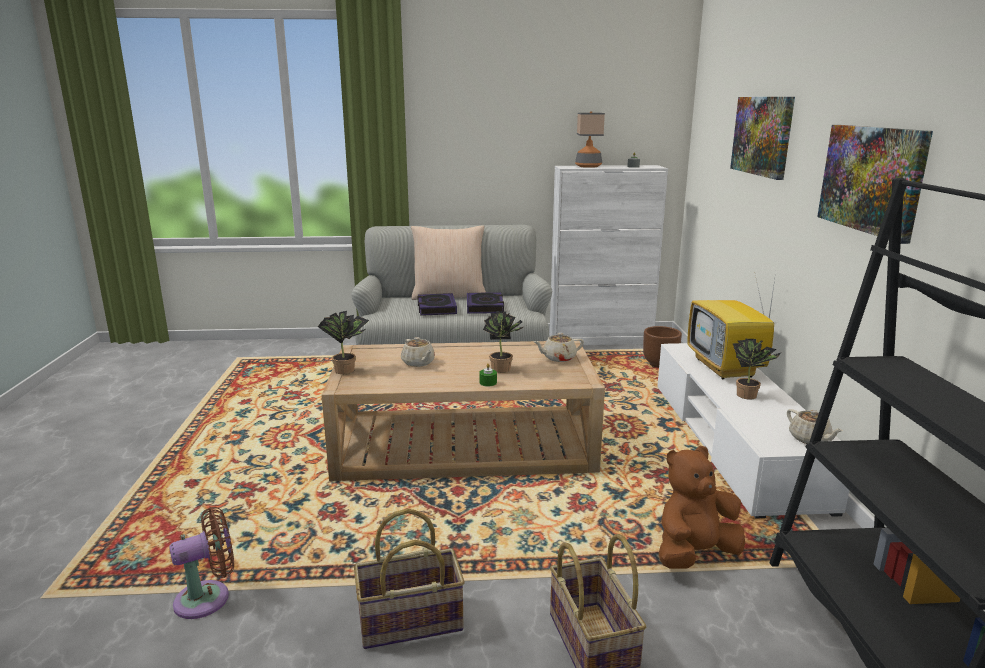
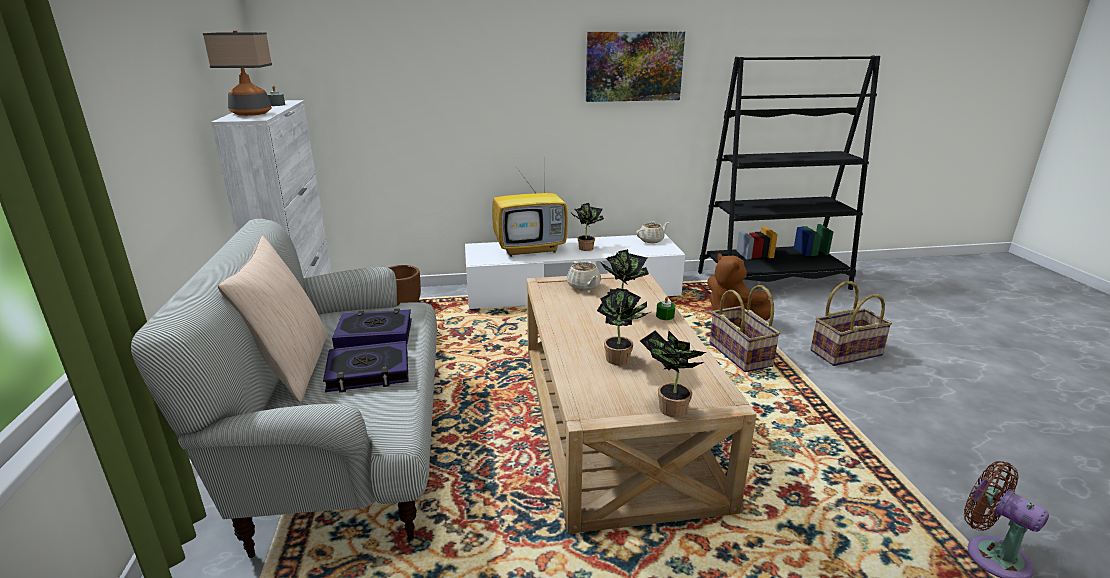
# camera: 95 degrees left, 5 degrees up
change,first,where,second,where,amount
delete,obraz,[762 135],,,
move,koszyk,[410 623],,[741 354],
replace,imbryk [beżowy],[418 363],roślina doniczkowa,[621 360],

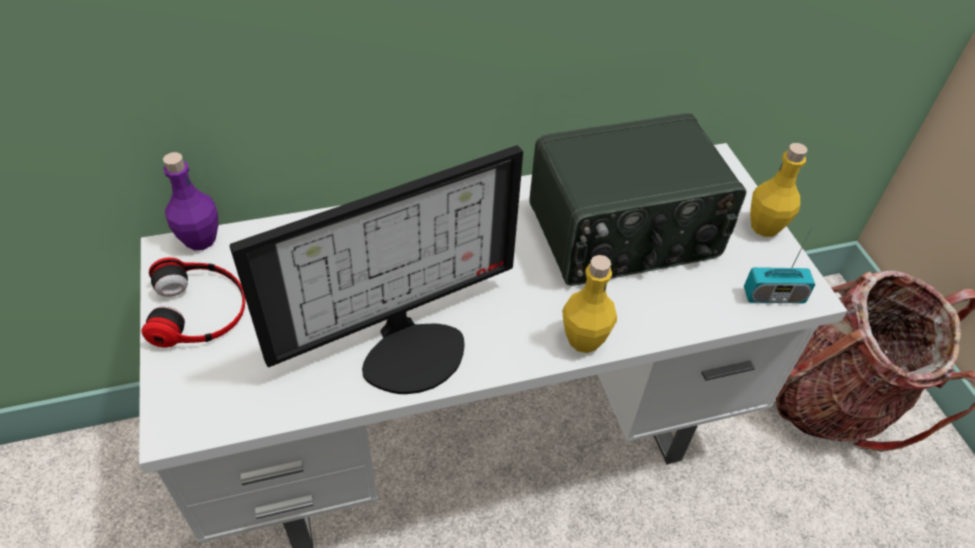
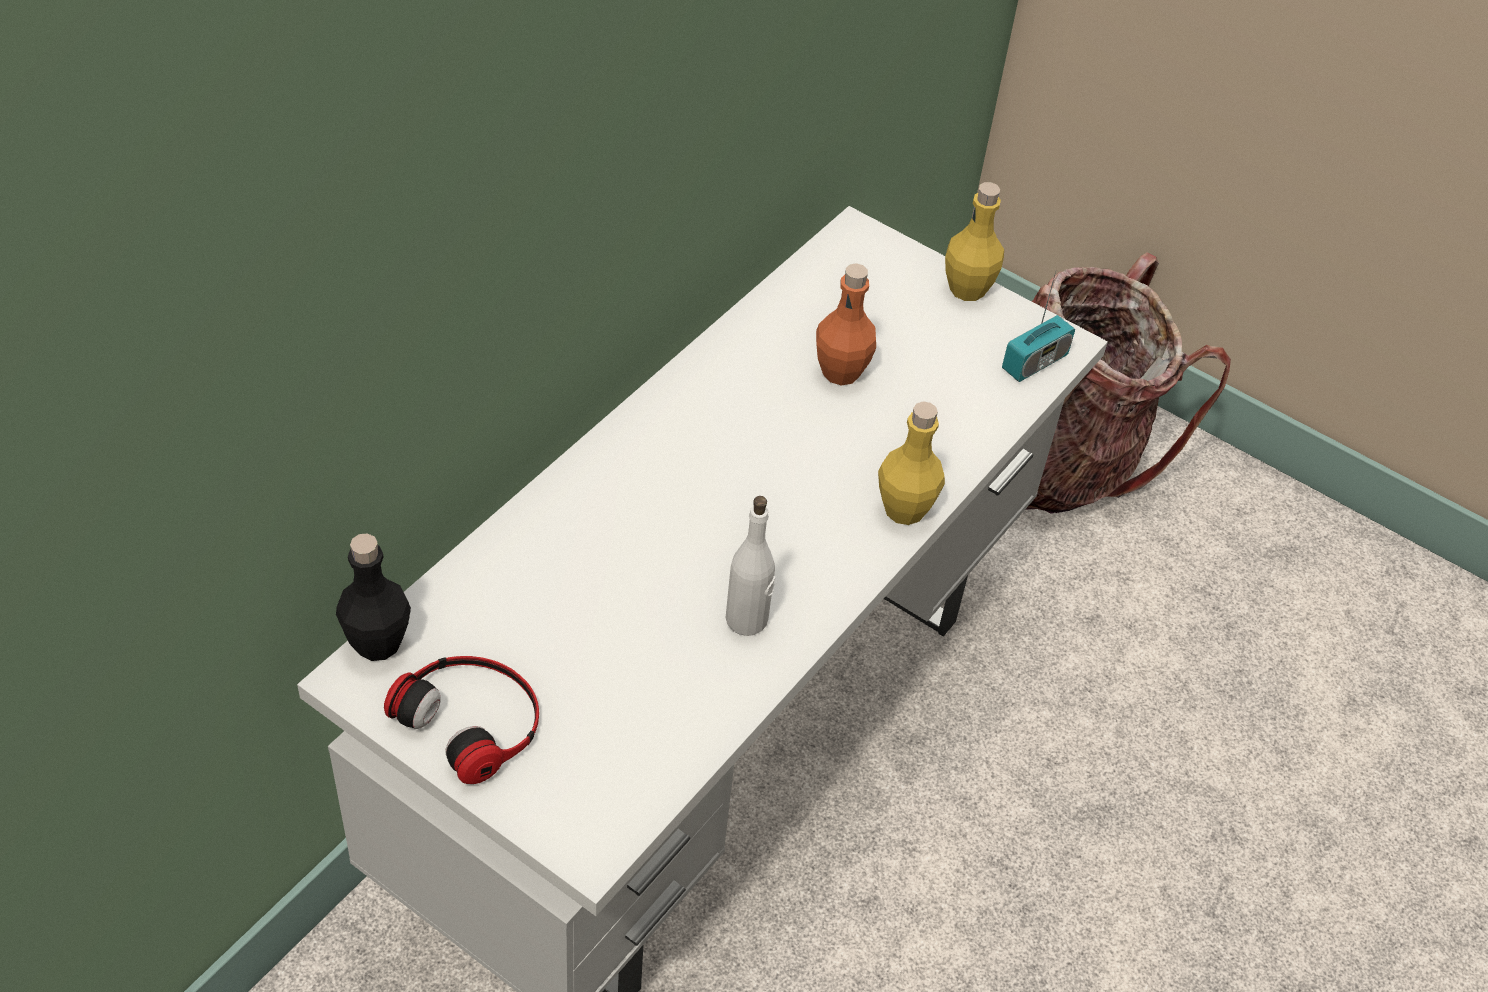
# camera: 40 degrees left, 0 degrees up
change,first,where,second,where,amount
replace,monitor,[411 348],butelka [biały],[747 619],
replace,radio,[624 234],butelka [pomarańczowy],[841 372],
recolor,butelka [fioletowy],[200 239],butelka [czarny],[378 643],

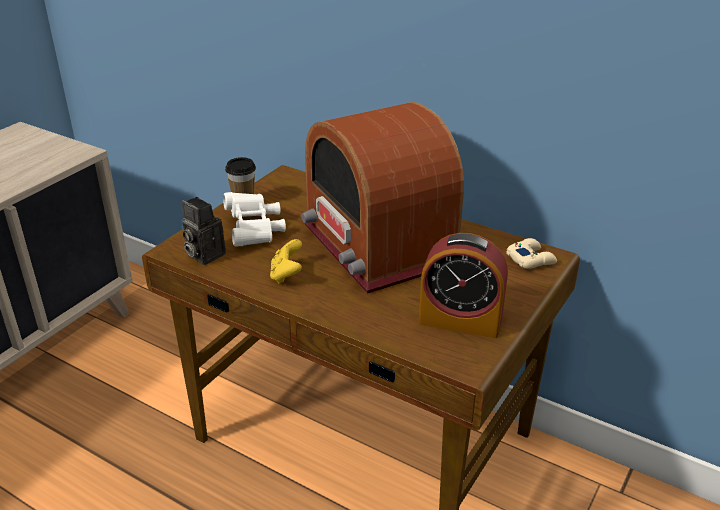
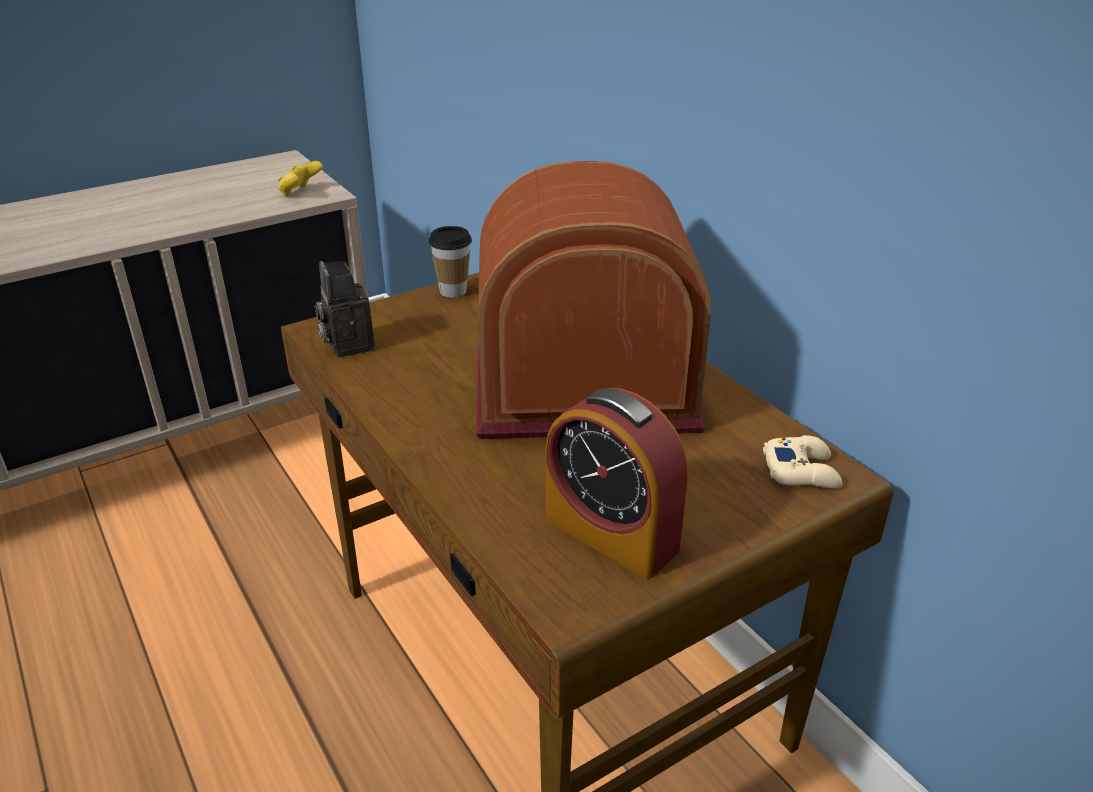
# camera: 25 degrees right, 0 degrees up
change,first,where,second,where,amount
delete,lornetka [biały],[255 230],,,
move,pad do gier [żółty],[286 275],,[300 193],
rotate,radio,[378 244],,[583 388],90 degrees clockwise

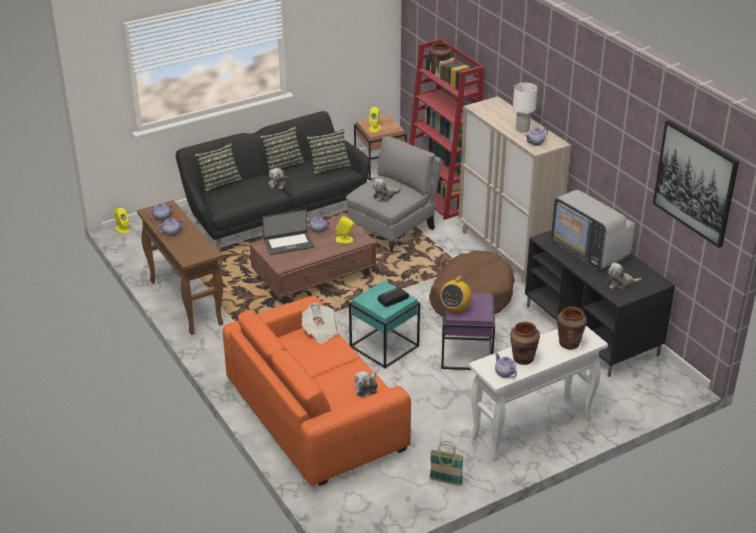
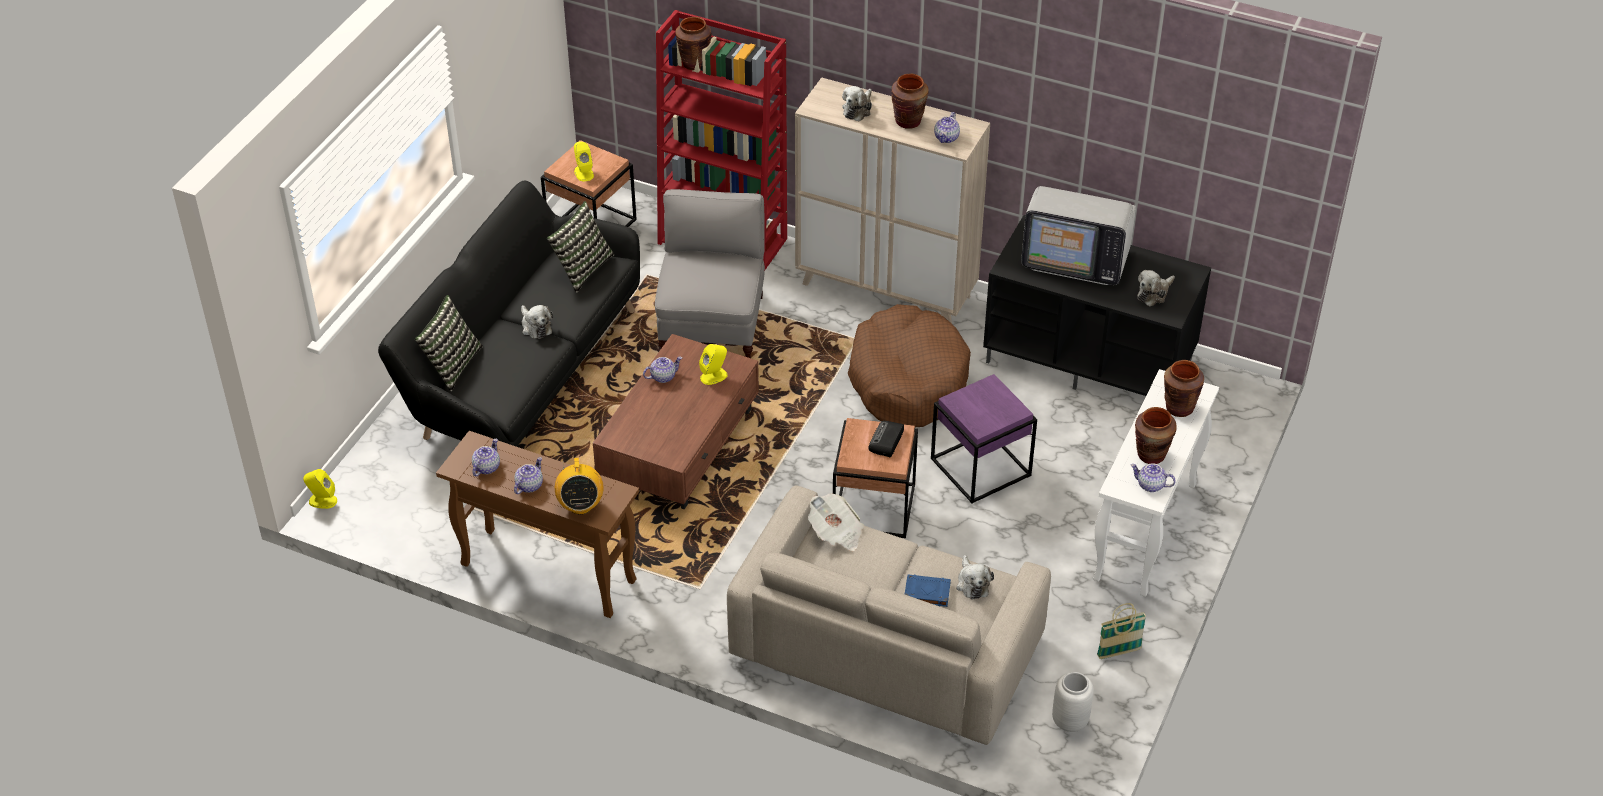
# camera: 35 degrees left, 10 degrees up
change,first,where,second,where,amount
delete,poduszka,[283 165],,,
delete,laptop,[288 243],,,
delete,obraz,[695 182],,,
insert,,,książka [niebieski],[926 593],
insert,,,wazon [szary],[1069 721],
move,pluszak,[384 196],,[858 109],
move,radio,[455 308],,[580 505],
replace,lampa stołowa [biały],[522 129],wazon [brązowy],[908 121],
recolor,kanapa [pomarańczowy],[315 415],kanapa [beżowy],[886 648],
recolor,stolik [turkusowy],[384 347],stolik [brązowy],[874 508],

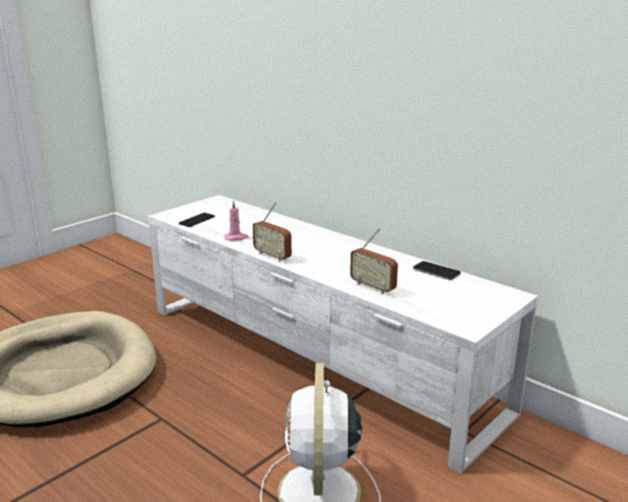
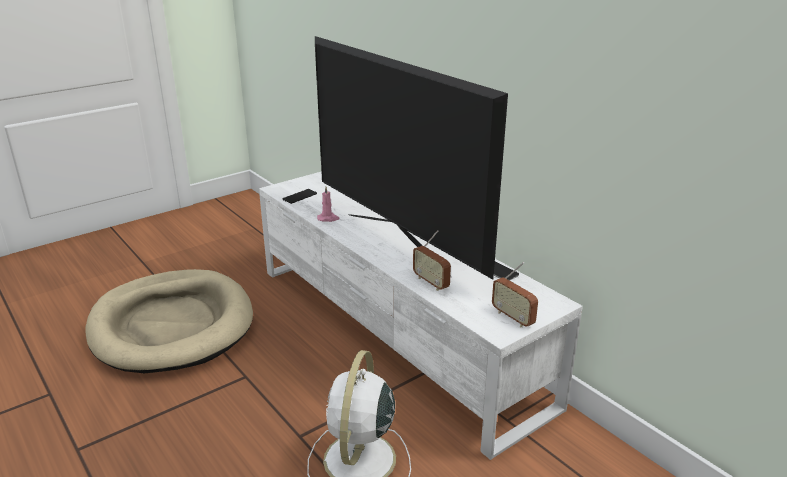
# camera: 10 degrees right, 5 degrees up
change,first,where,second,where,amount
insert,,,telewizor,[397 242],
move,radio,[272 256],,[513 317],

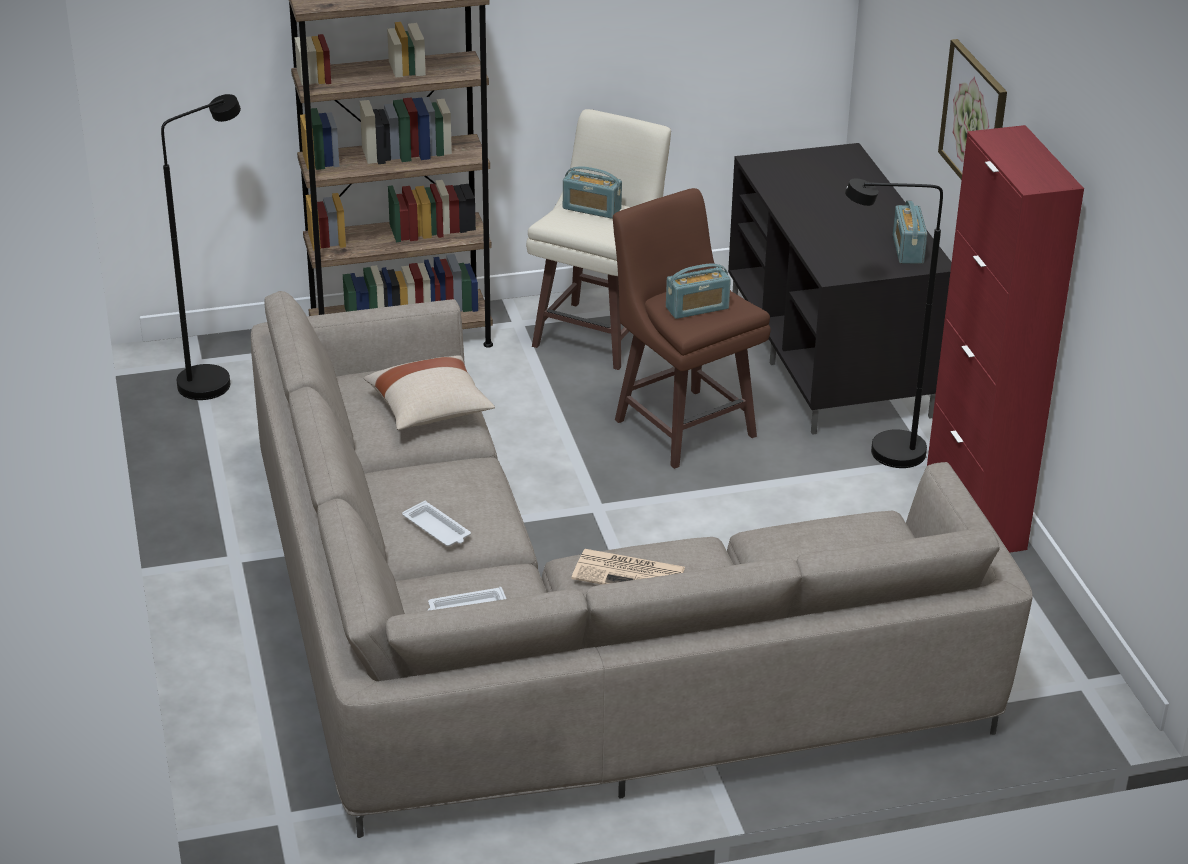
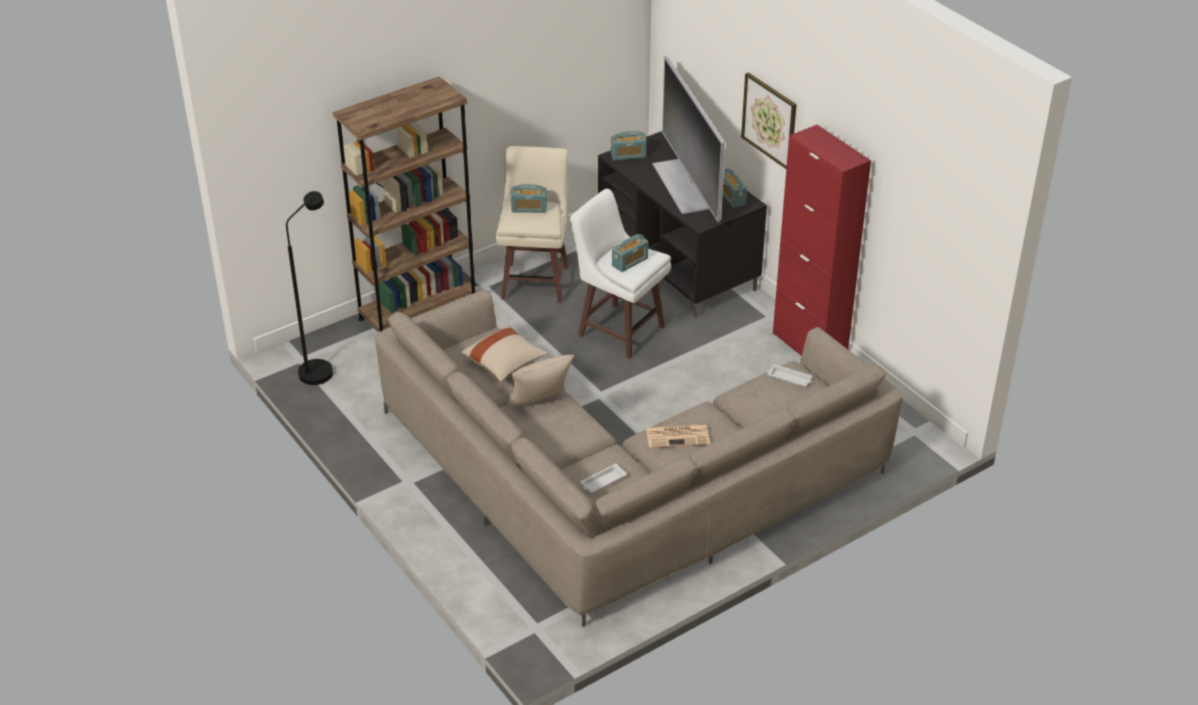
# camera: 20 degrees left, 5 degrees up
change,first,where,second,where,amount
delete,lampa stojąca [czarny],[882 453],,,
insert,,,poduszka [beżowy],[540 405],
insert,,,radio,[628 155],
insert,,,telewizor,[682 186],
move,taca [biały],[437 529],,[790 378],
recolor,stołek [brązowy],[683 426],stołek [biały],[619 330],

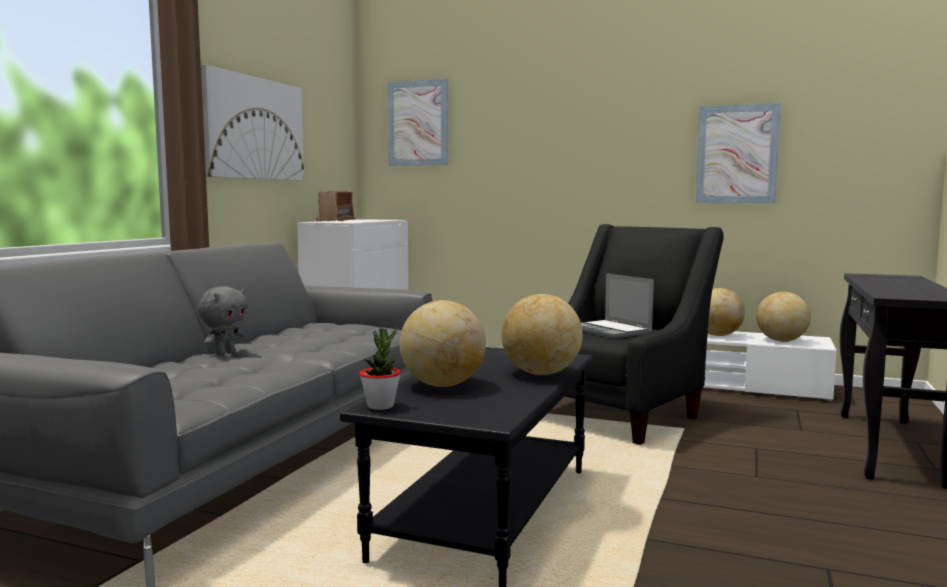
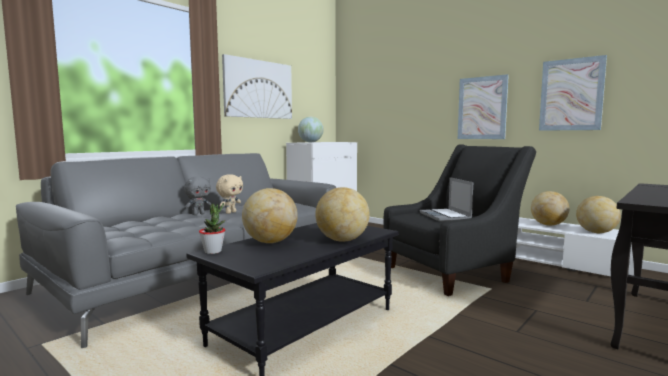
# camera: 20 degrees right, 0 degrees up
change,first,where,second,where,amount
insert,,,pluszak [beżowy],[230 212],
move,obraz,[418 123],,[482 108],
replace,radio,[337 221],globus,[310 142],

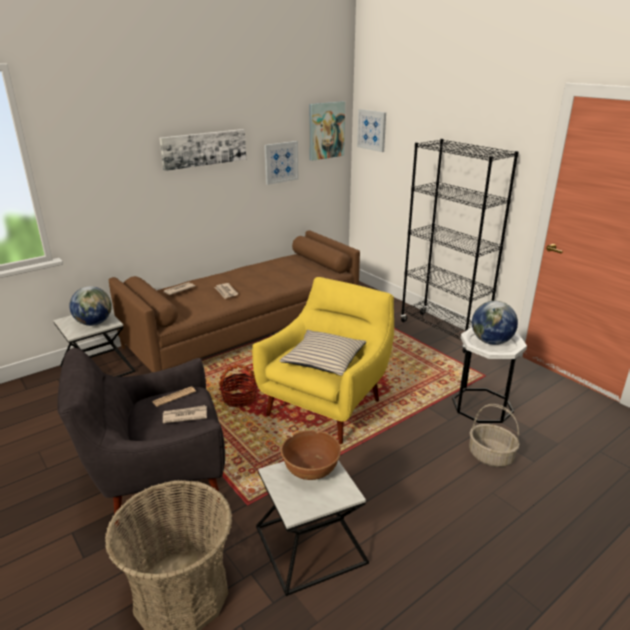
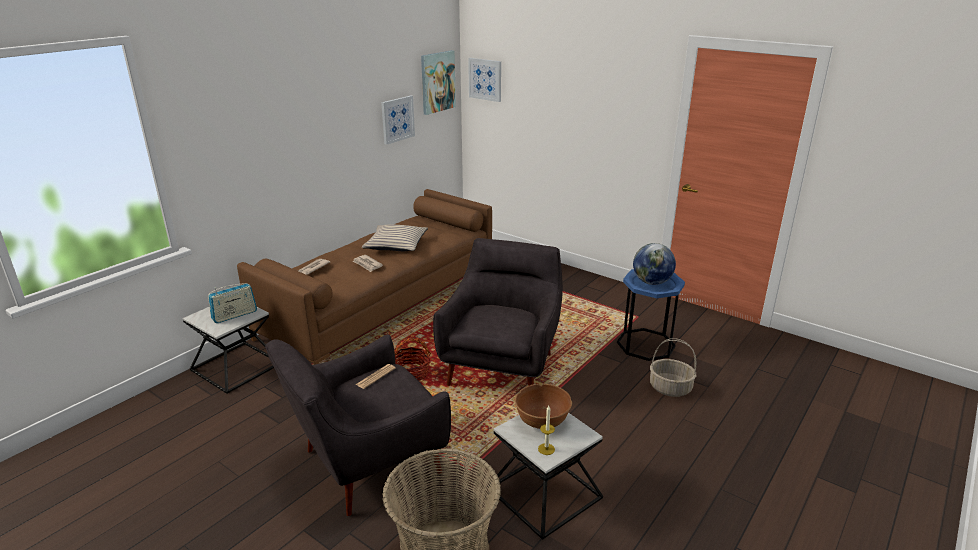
# camera: 15 degrees left, 0 degrees up
change,first,where,second,where,amount
delete,obraz,[204 148],,,
delete,gazeta,[184 416],,,
delete,regał [czarny],[442 332],,,
insert,,,świeca,[546 449],
move,poduszka [beżowy],[323 360],,[396 245],
replace,globus,[94 323],radio,[234 315],
recolor,fotel [żółty],[327 405],fotel [szary],[502 366],
recolor,stolik [biały],[482 405],stolik [niebieski],[645 344],

